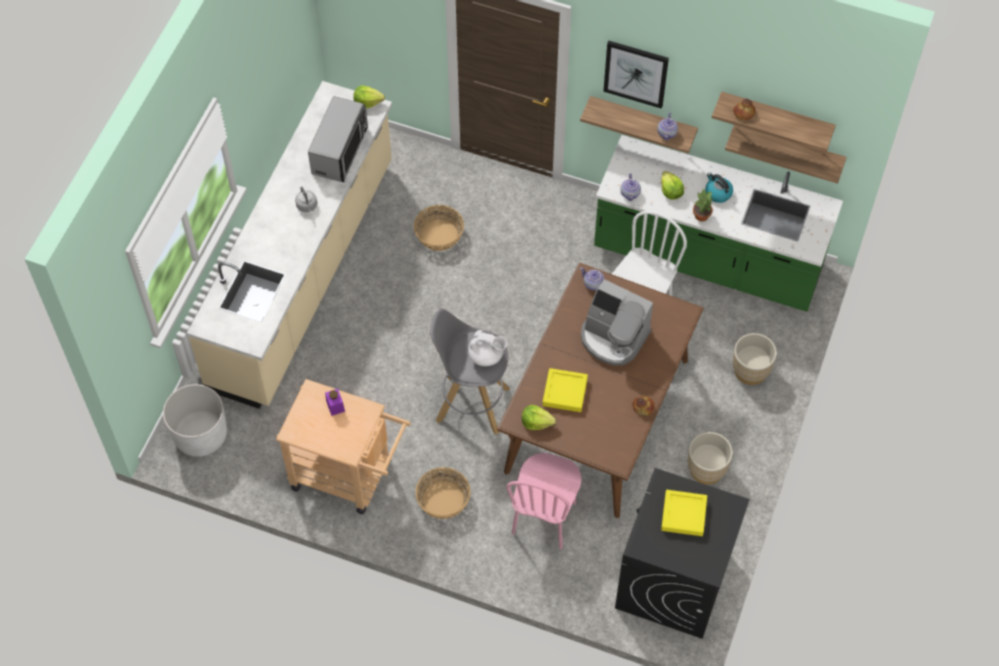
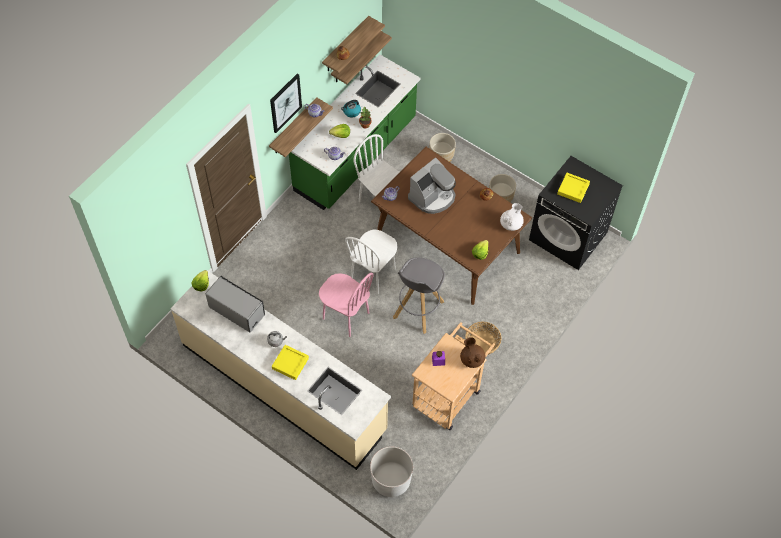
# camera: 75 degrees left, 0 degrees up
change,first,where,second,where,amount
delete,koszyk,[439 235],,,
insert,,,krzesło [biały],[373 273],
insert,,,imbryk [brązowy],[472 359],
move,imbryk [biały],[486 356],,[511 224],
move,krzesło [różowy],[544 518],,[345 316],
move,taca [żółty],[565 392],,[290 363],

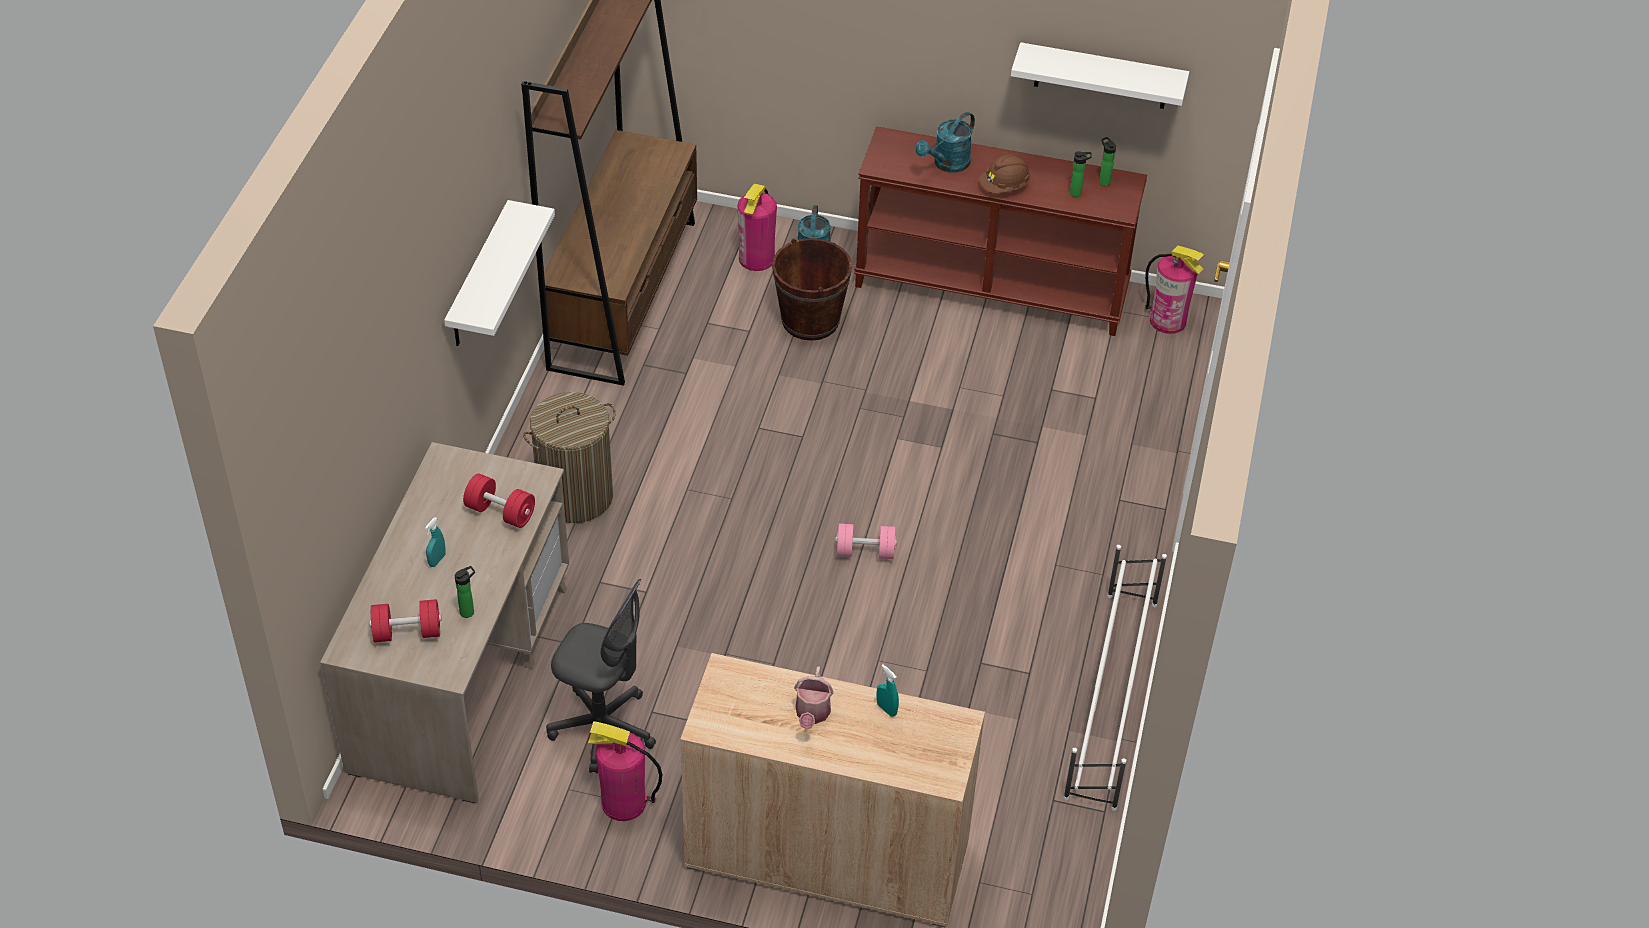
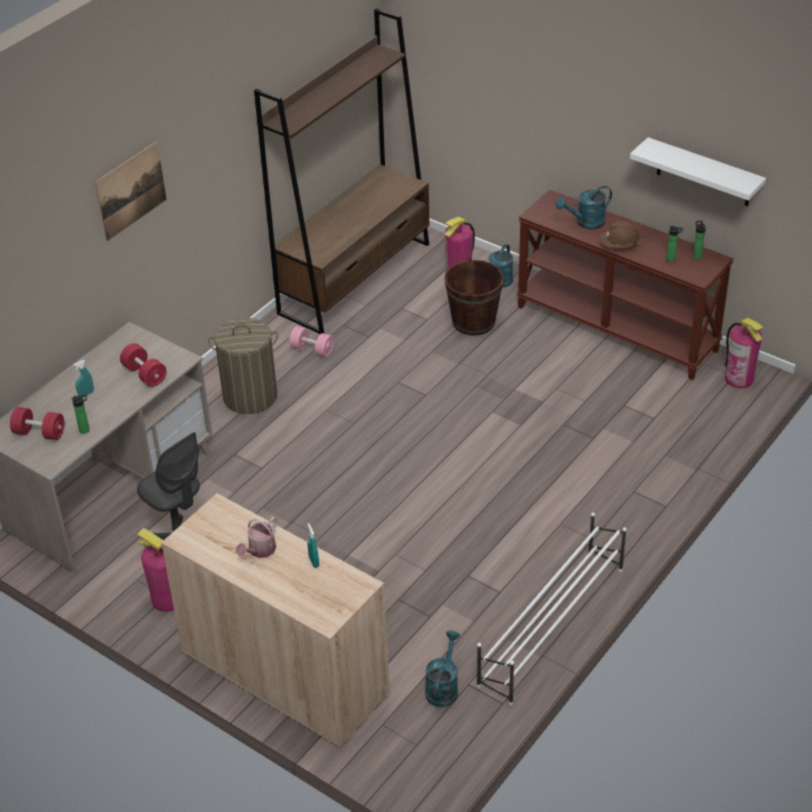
# camera: 25 degrees right, 5 degrees down
change,first,where,second,where,amount
delete,półka [biały],[478 278],,,
insert,,,obraz,[131 190],
insert,,,konewka [turkusowy],[443 687],
move,hantel [różowy],[865 552],,[312 350],

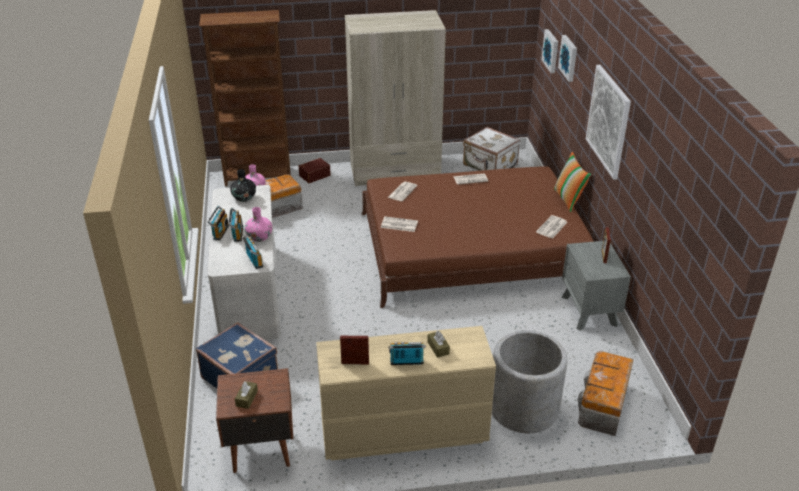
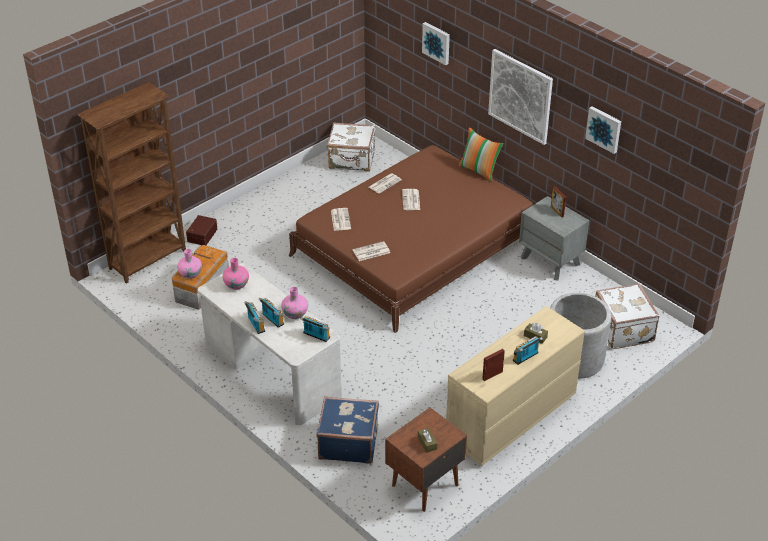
# camera: 35 degrees left, 5 degrees up
change,first,where,second,where,amount
delete,szafa [beżowy],[395 171],,,
move,gazeta,[551 227],,[411 200],
move,obraz,[551 51],,[604 129],
replace,pojemnik do przechowywania,[602 405],walizka [biały],[622 330],
recolor,wazon [czarny],[244 198],wazon [różowy],[236 285],

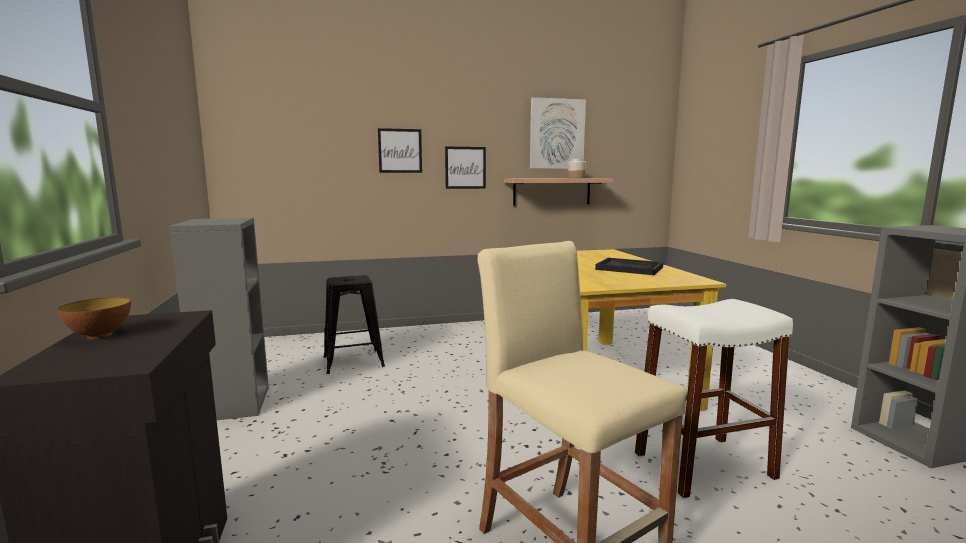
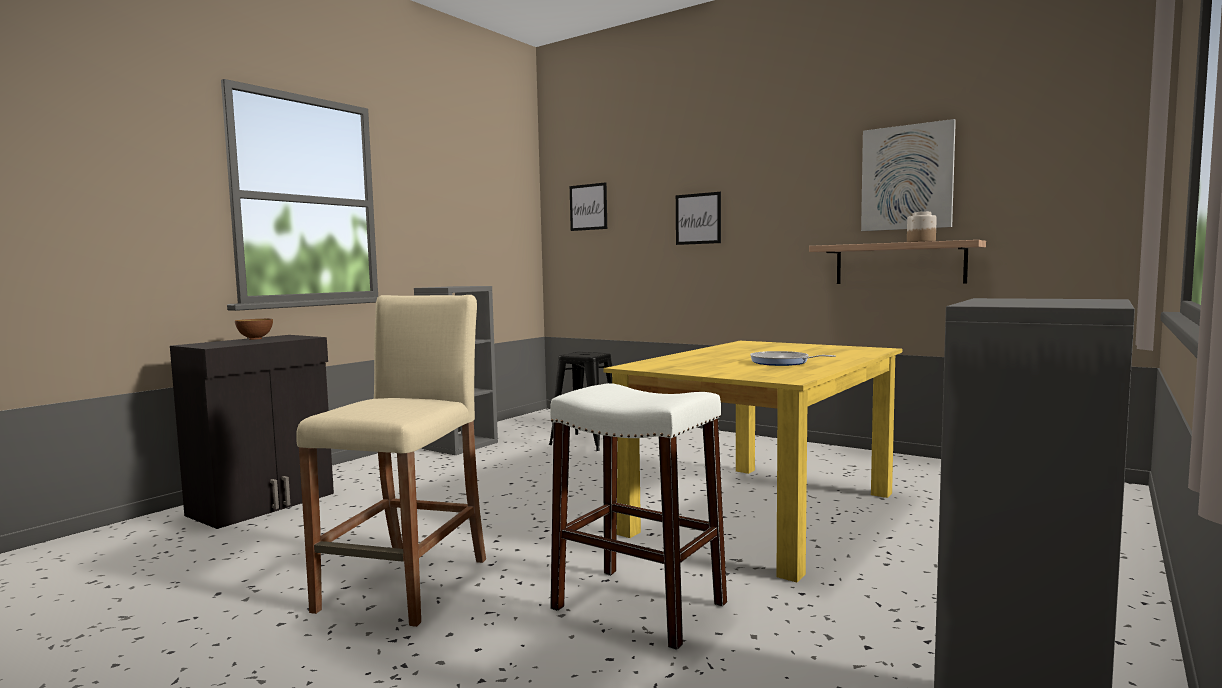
# camera: 50 degrees right, 5 degrees down
change,first,where,second,where,amount
move,obraz,[465 167],,[588 207],
replace,taca [czarny],[629 268],patelnia,[782 362],

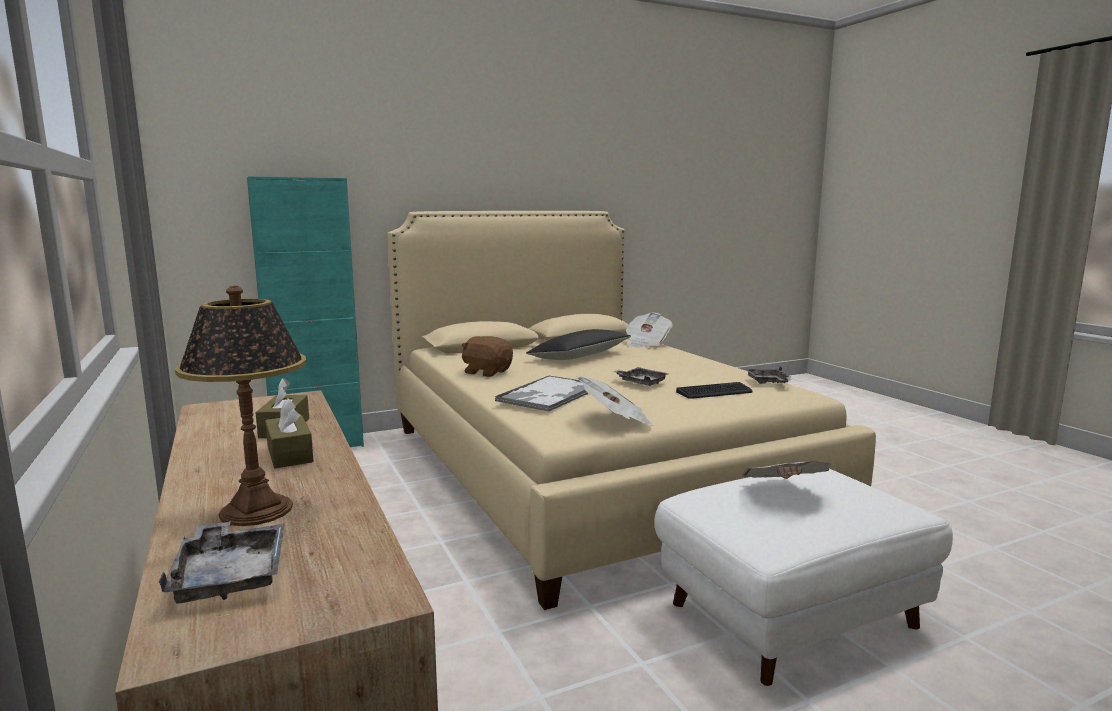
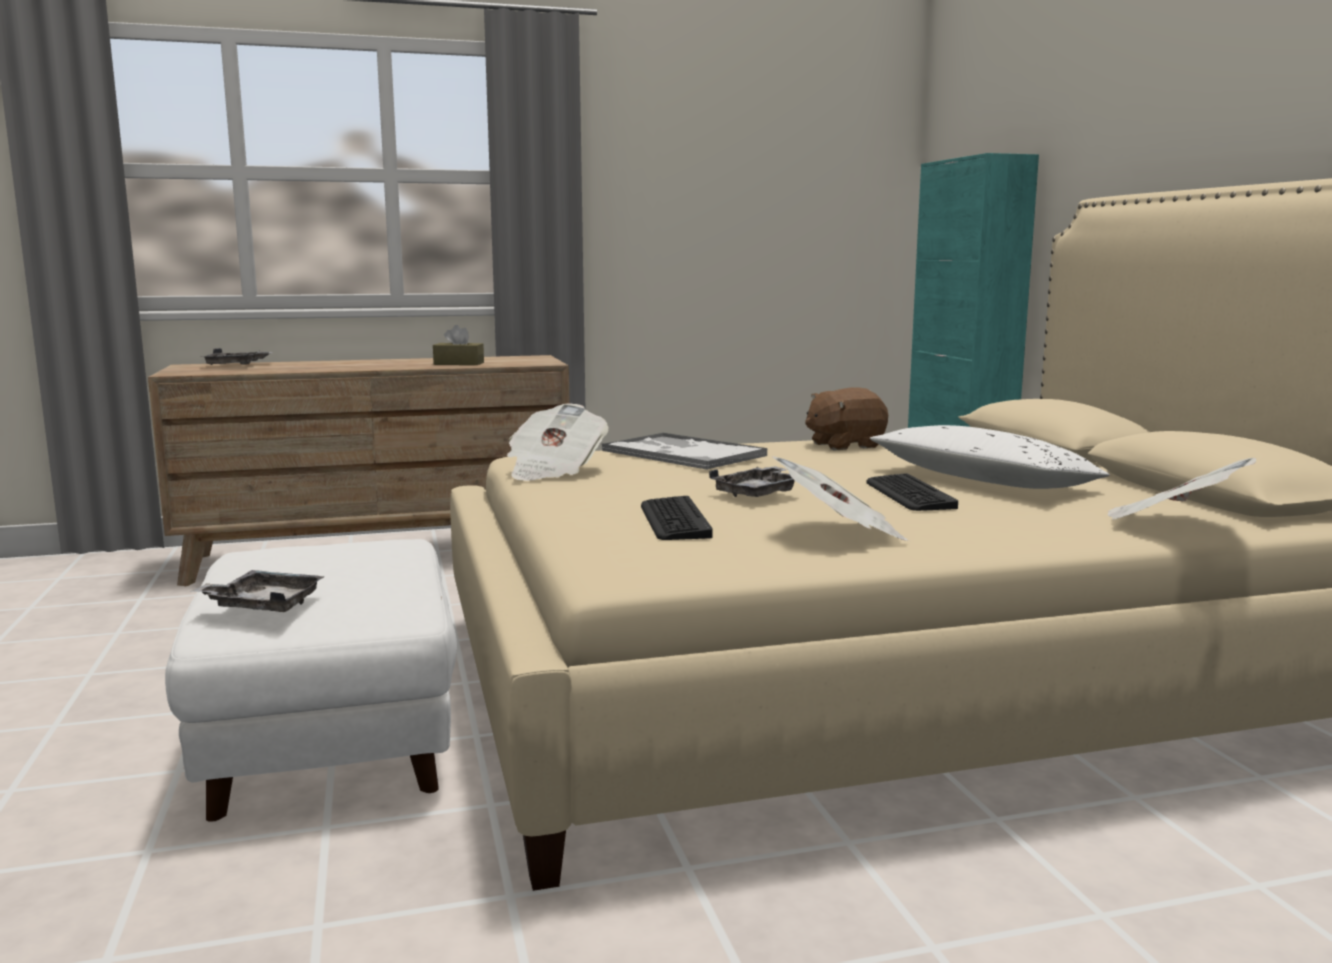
# camera: 100 degrees right, 0 degrees up
change,first,where,second,where,amount
delete,lampa stołowa,[257 510],,,
delete,pudełko chusteczek [brązowy],[290 454],,,
insert,,,klawiatura,[909 494],
move,gazeta,[783 493],,[840 534],
move,taca [szary],[768 382],,[263 605],
recolor,poduszka [czarny],[579 356],poduszka [biały],[983 481],
rotate,pluszak [brązowy],[487 372],,[844 445],150 degrees counterclockwise

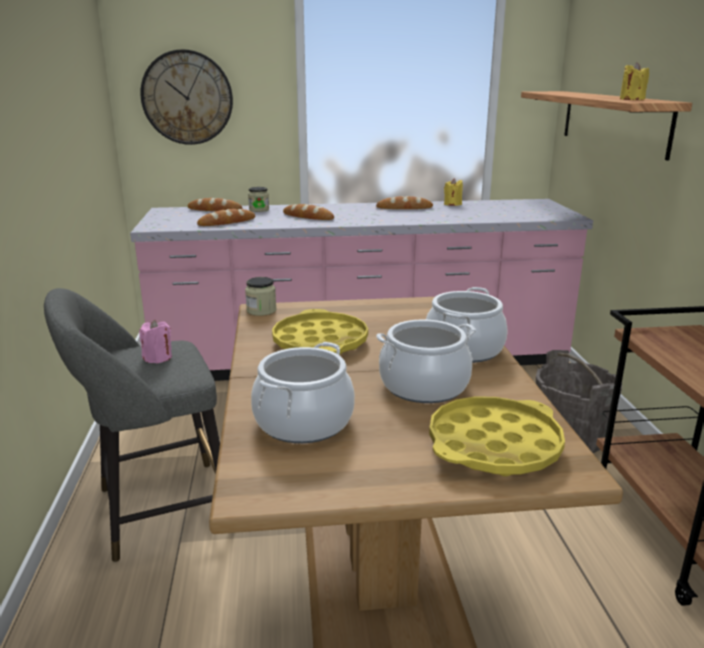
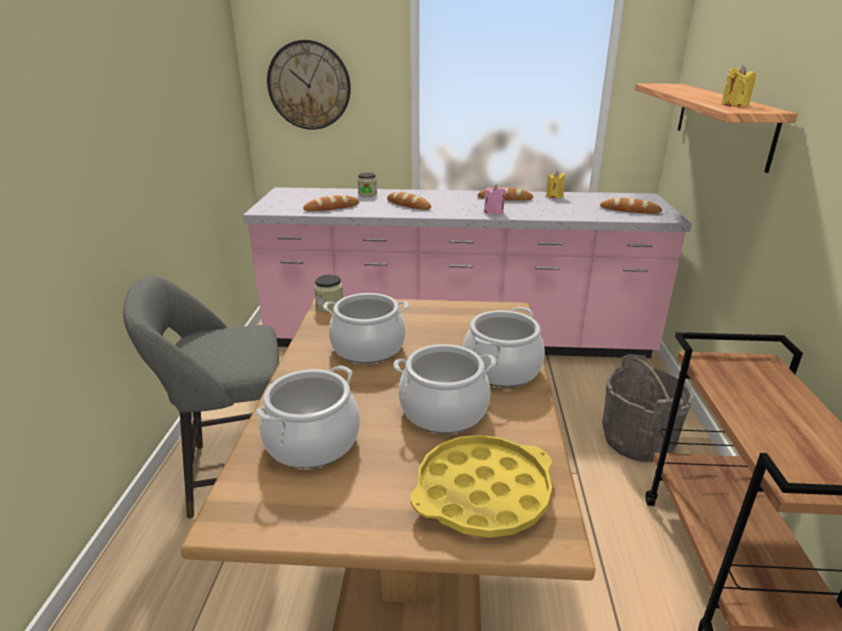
# camera: 10 degrees right, 5 degrees up
change,first,where,second,where,amount
move,świeca [różowy],[158 358],,[494 212],
move,chleb,[215 210],,[630 210],
replace,taca [żółty],[320 342],garnek,[368 348],

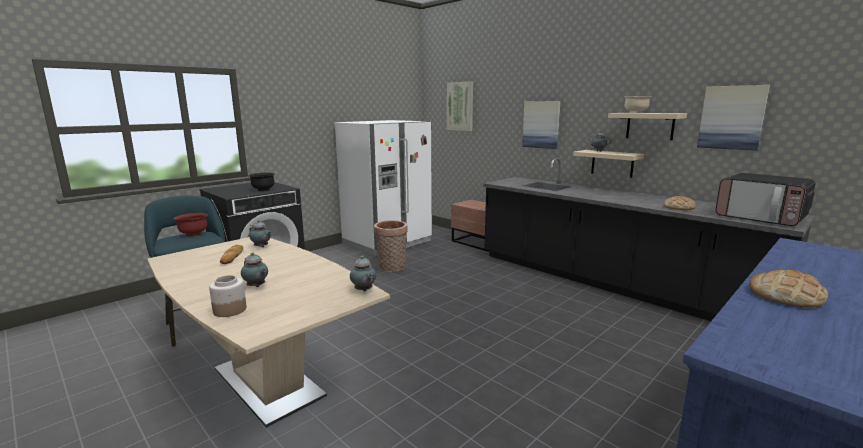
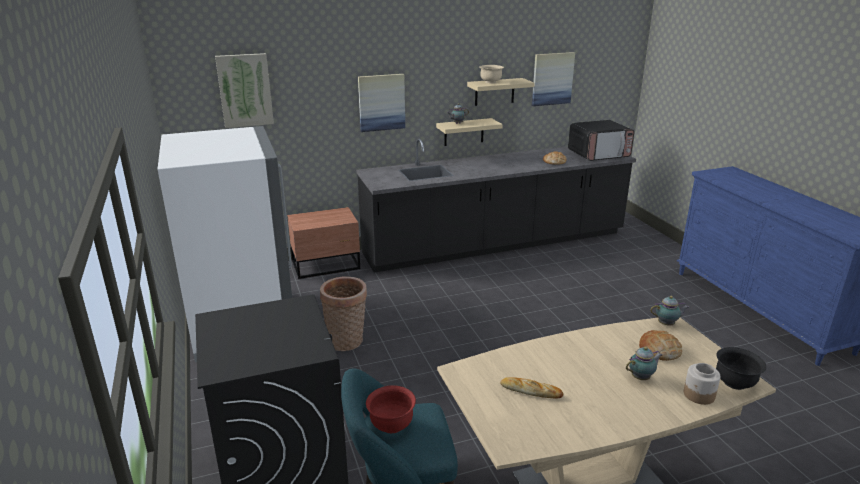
# camera: 65 degrees left, 10 degrees up
change,first,where,second,where,amount
delete,imbryk,[261 247],,,
move,miska [czarny],[263 190],,[735 383],
move,chleb,[785 295],,[659 349],

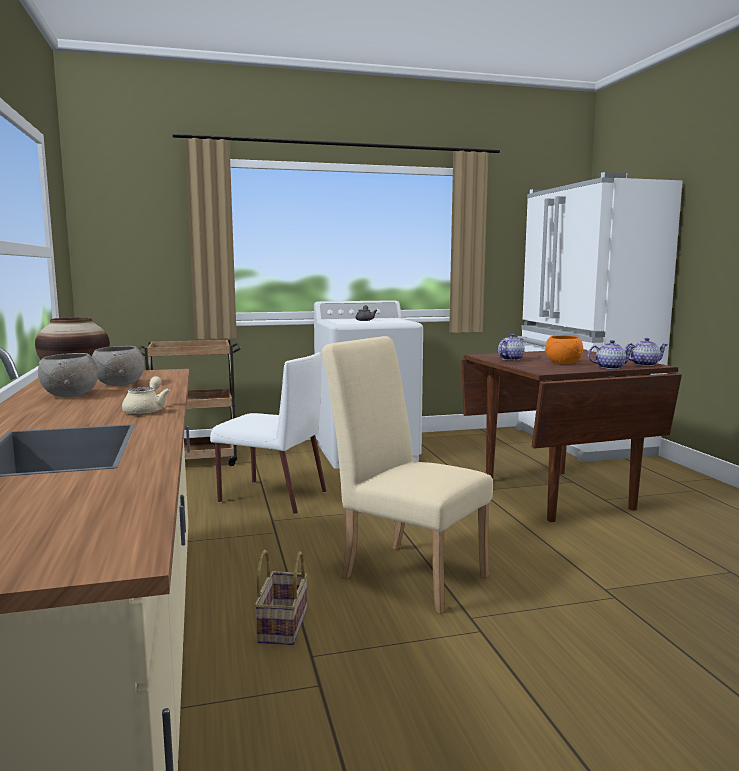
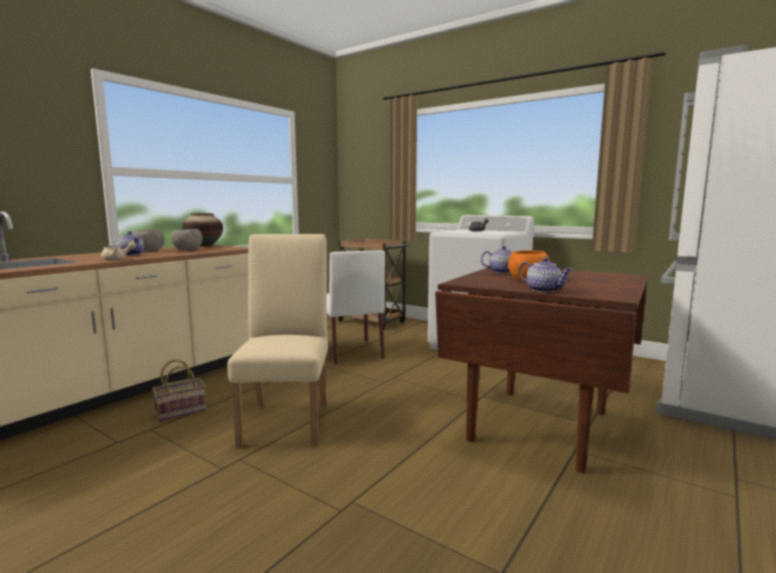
# camera: 50 degrees right, 0 degrees up
change,first,where,second,where,amount
move,imbryk,[644 364],,[132 254],

